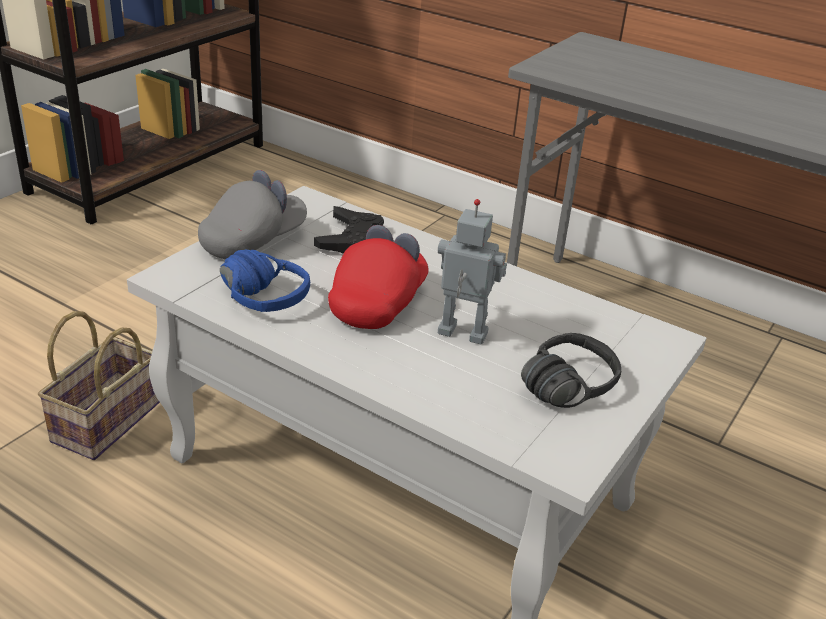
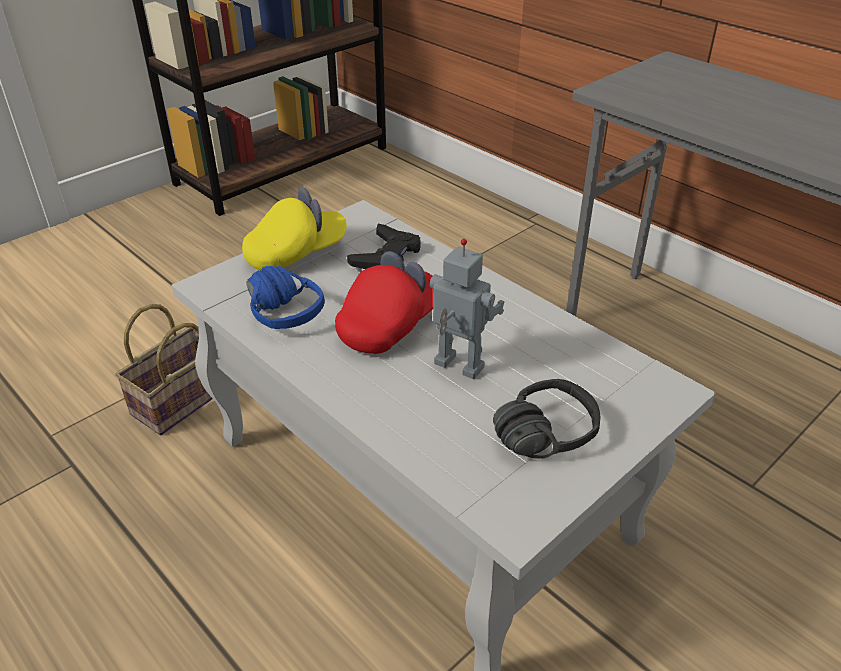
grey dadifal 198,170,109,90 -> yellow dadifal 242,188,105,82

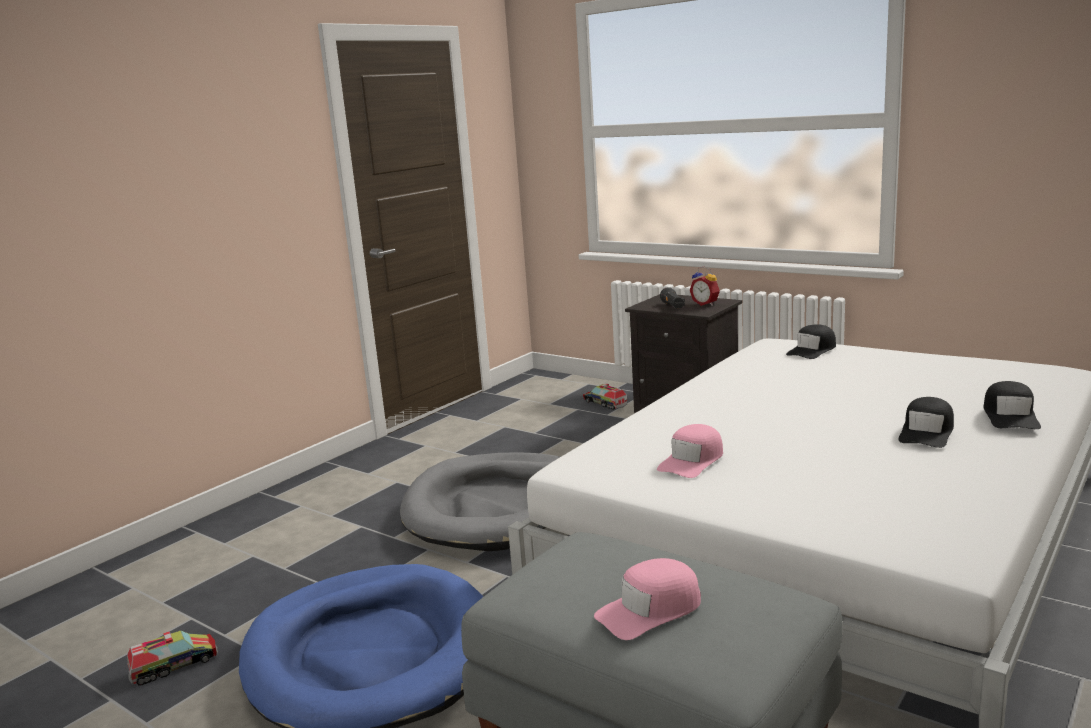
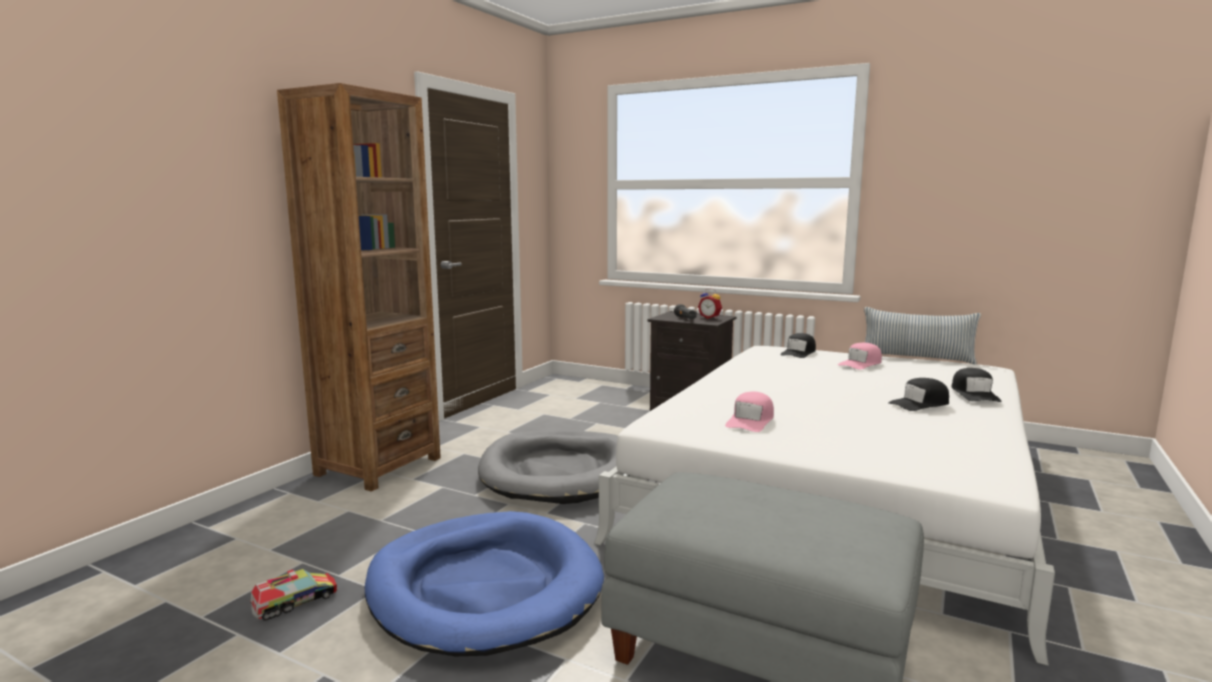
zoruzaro 583,384,44,26 -> none
black dadifal 898,397,56,51 -> black dadifal 888,378,61,33, 45 degrees clockwise
pink dadifal 594,558,107,82 -> pink dadifal 838,343,44,26, move
none -> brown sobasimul 277,83,164,408
none -> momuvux 864,307,117,58

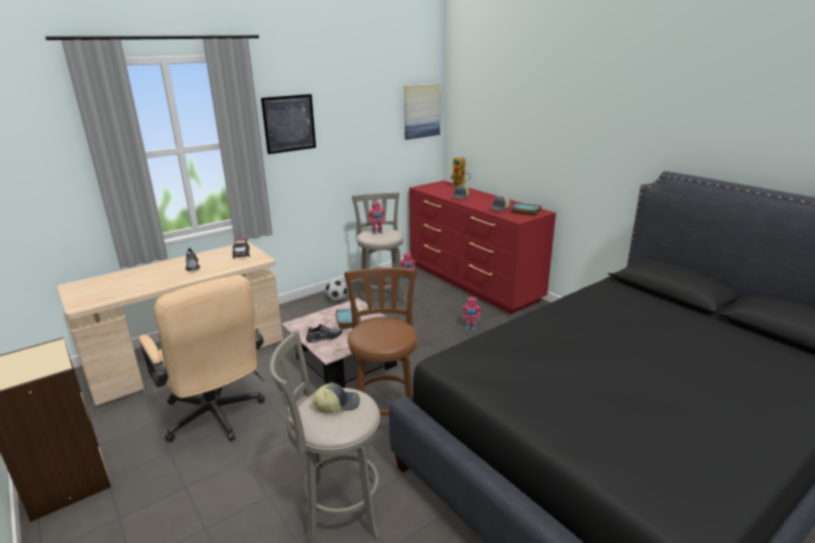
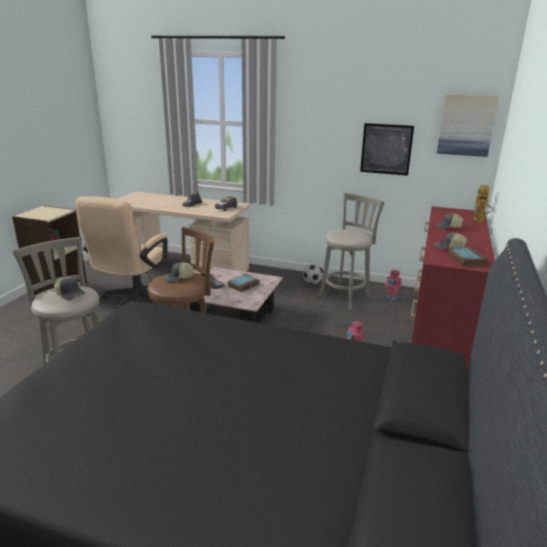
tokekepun 261,94,55,60 -> tokekepun 360,123,54,53, move
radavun 368,202,17,33 -> none
none -> dadifal 163,262,30,20

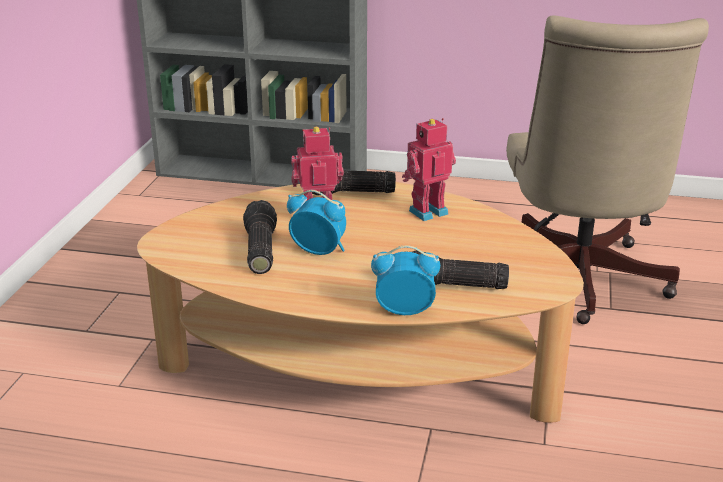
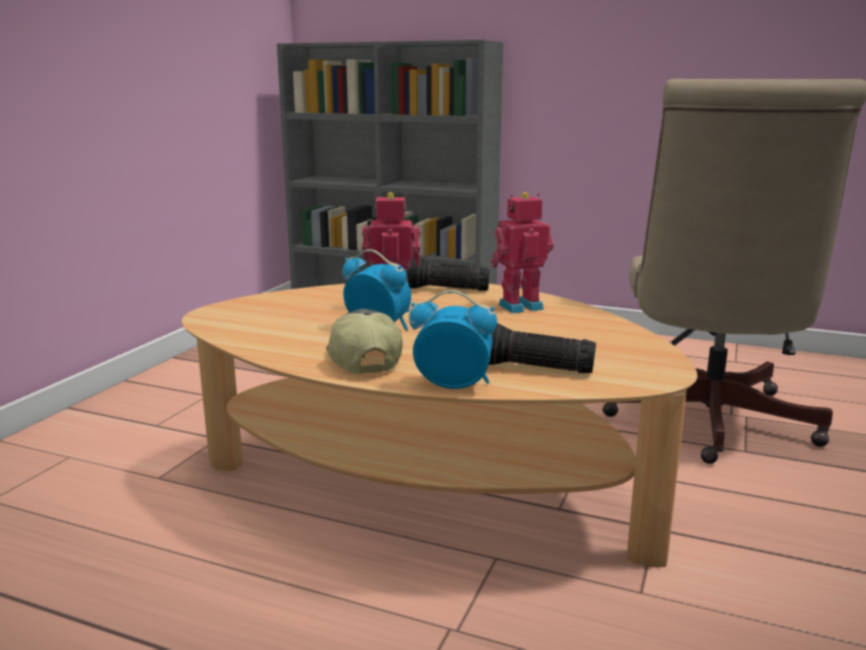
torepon 243,200,34,74 -> none
none -> dadifal 326,309,77,65

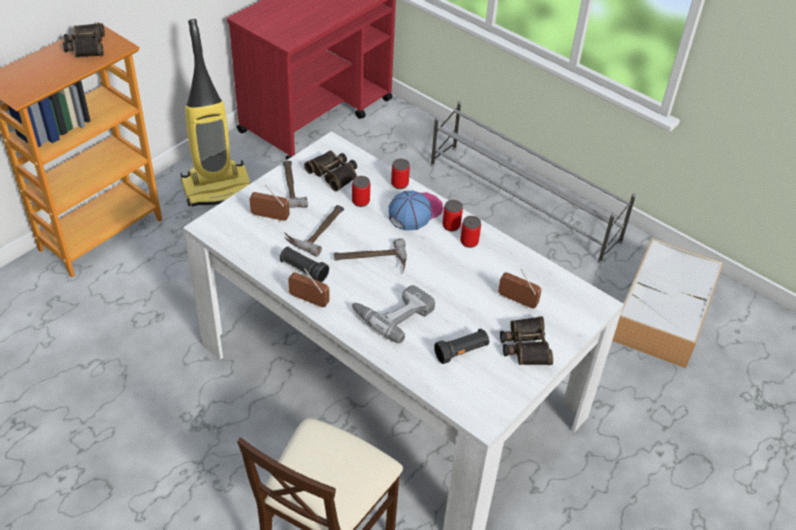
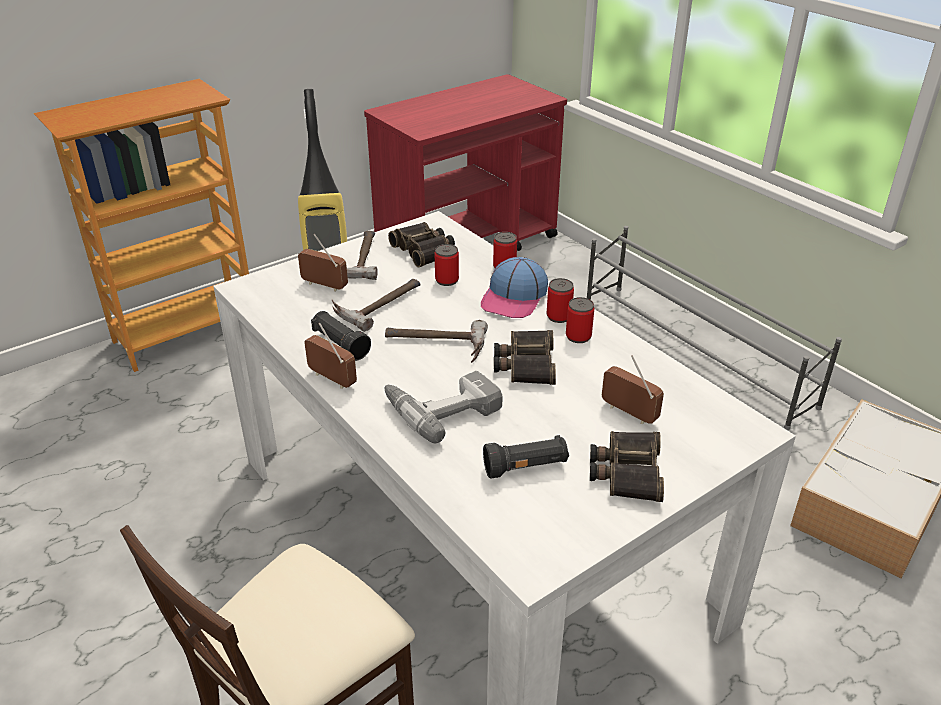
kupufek 63,23,42,34 -> kupufek 494,330,62,55, move
dadifal 389,191,54,40 -> dadifal 481,257,67,61, 150 degrees clockwise

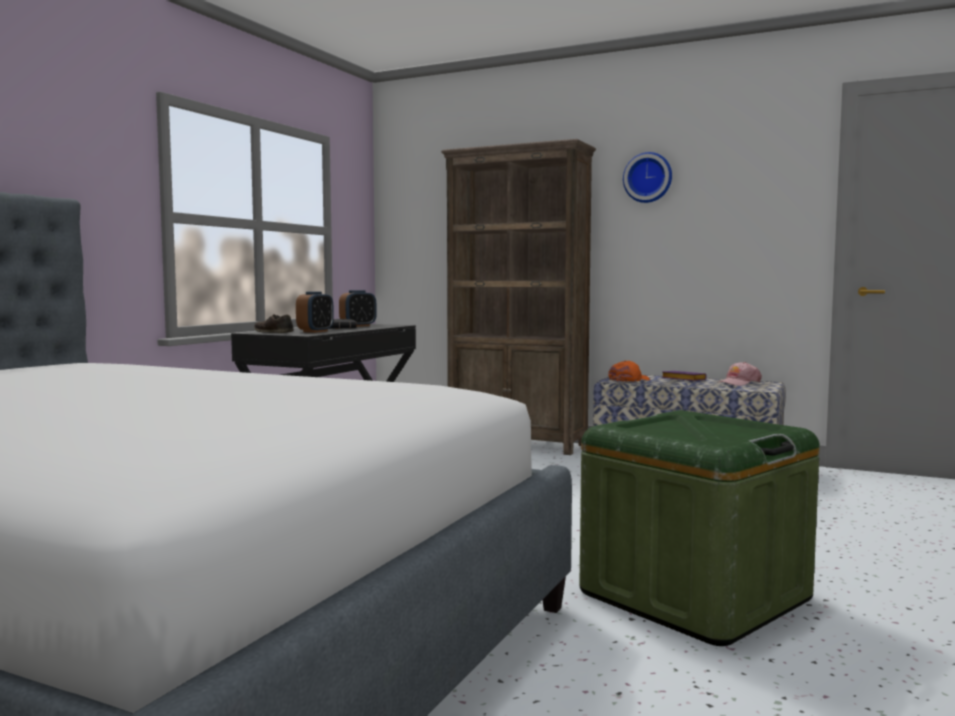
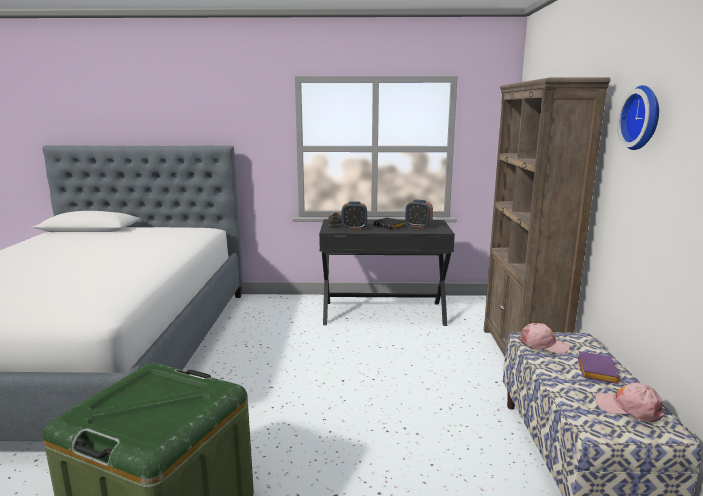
orange dadifal 608,361,42,21 -> pink dadifal 519,323,51,31

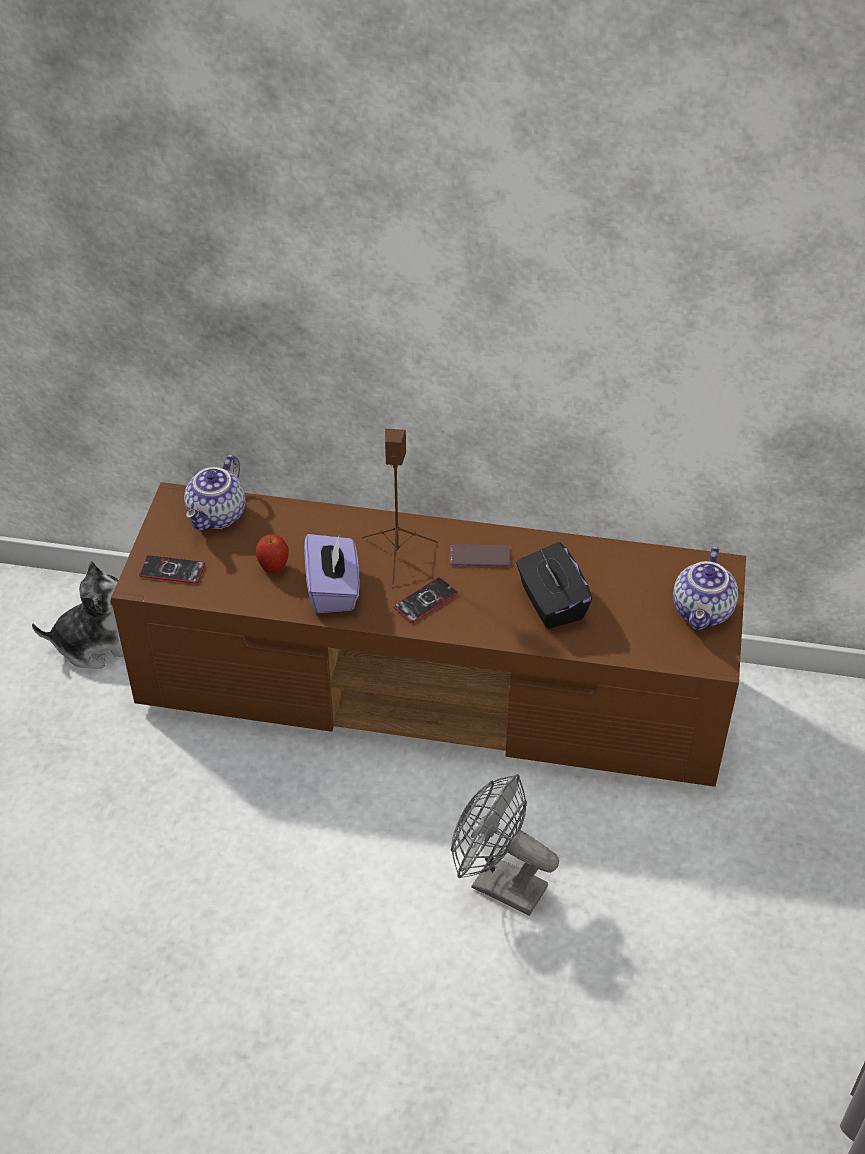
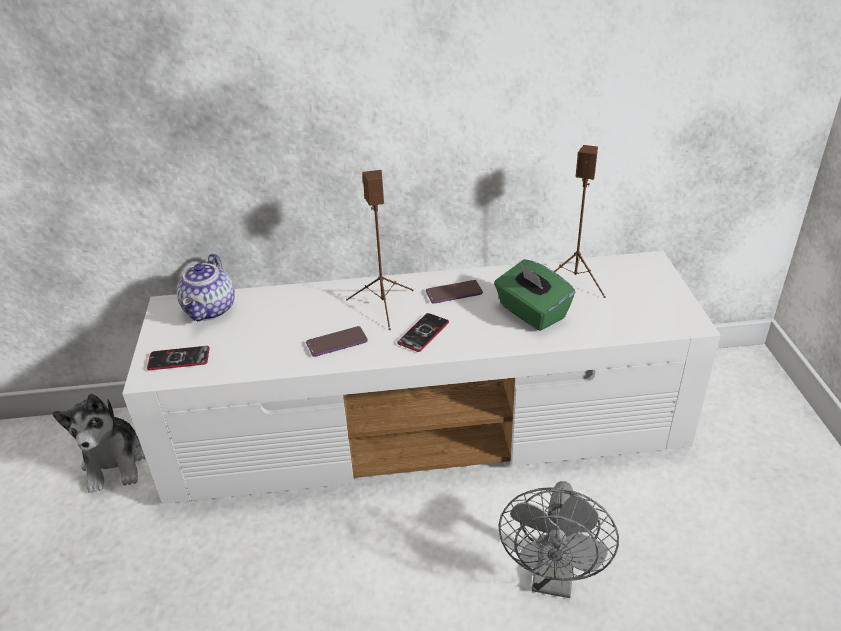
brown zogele 111,482,635,305 -> white zogele 122,251,599,253
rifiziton 256,534,33,39 -> none
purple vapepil 304,534,56,79 -> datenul 306,326,62,31
black vapepil 516,542,76,87 -> green vapepil 494,259,81,72
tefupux 673,546,65,84 -> none
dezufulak 32,561,92,108 -> dezufulak 52,393,93,100, 105 degrees clockwise
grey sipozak 451,774,108,142 -> grey sipozak 498,481,121,117, 90 degrees counterclockwise
none -> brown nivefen 554,145,52,153

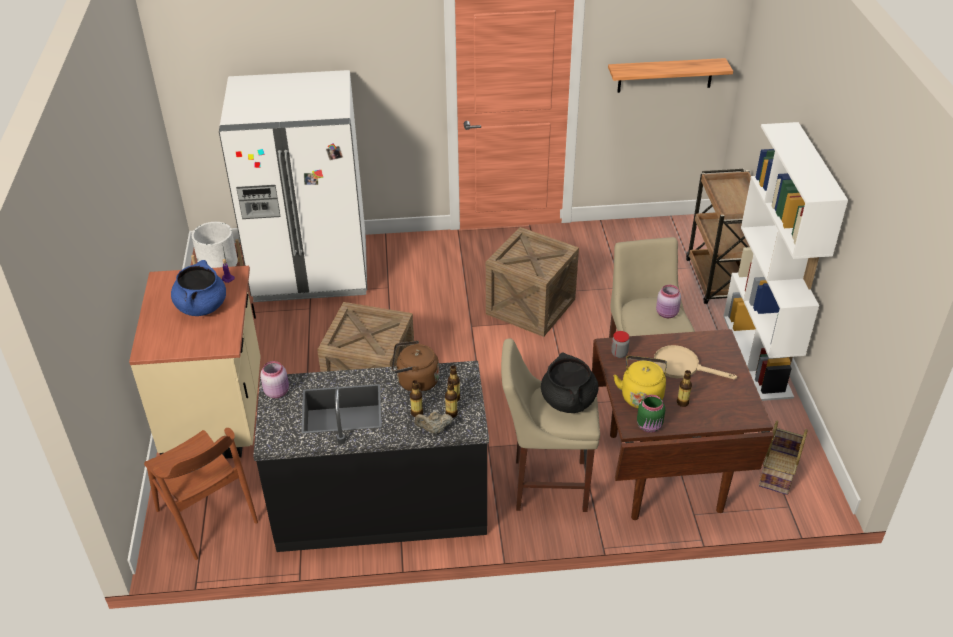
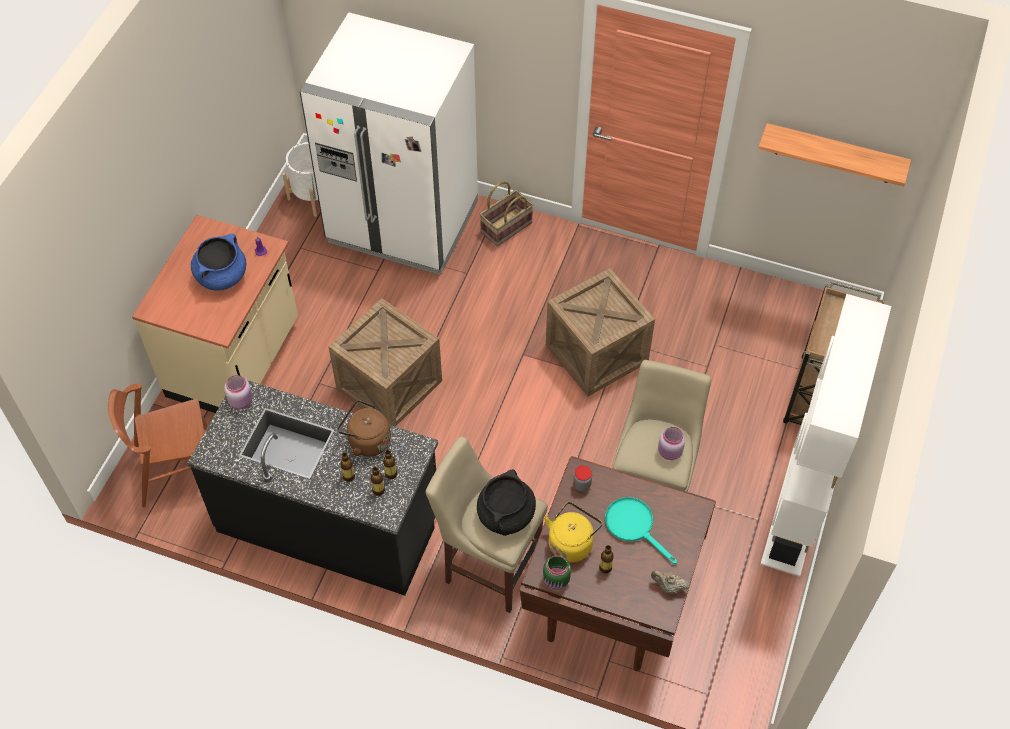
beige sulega 654,345,83,34 -> turquoise sulega 605,497,72,67
beige tefupux 415,411,38,23 -> beige tefupux 651,571,38,23, move
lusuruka 759,421,49,74 -> lusuruka 479,181,54,65, move
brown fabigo 144,428,114,132 -> brown fabigo 108,383,100,124, 90 degrees clockwise

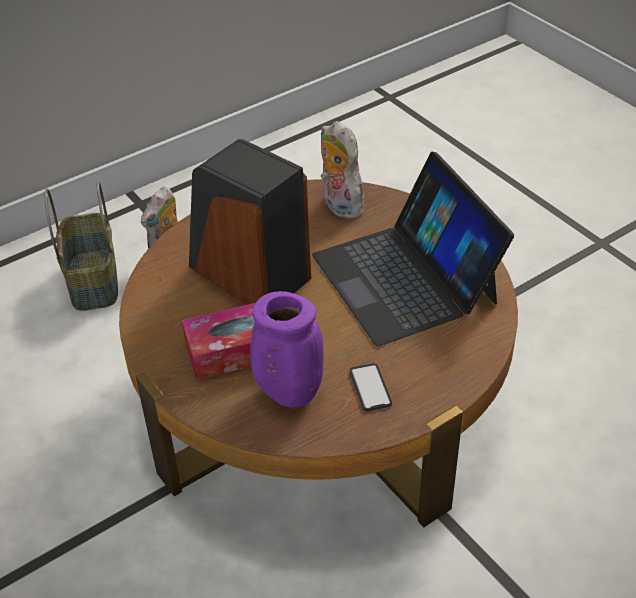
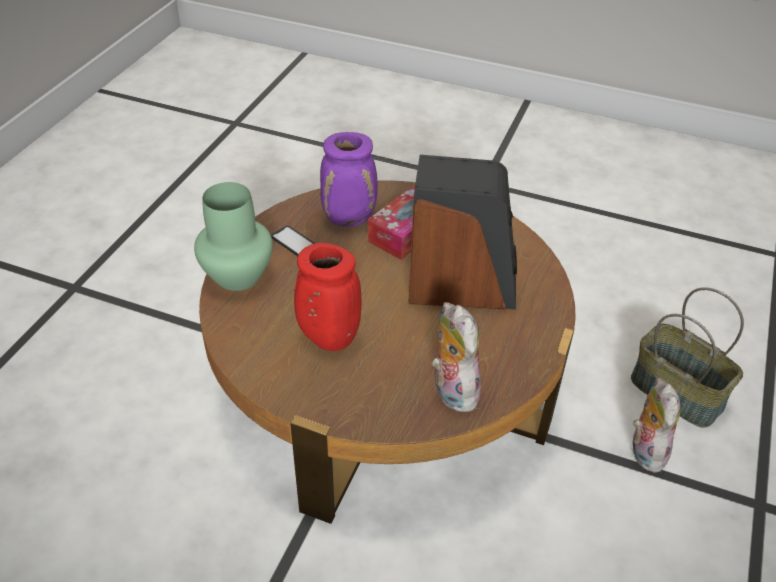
dezufulak 321,121,43,98 -> dezufulak 431,302,51,110, 135 degrees counterclockwise
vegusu 312,152,202,194 -> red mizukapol 294,243,67,108
none -> green mizukapol 194,182,79,109

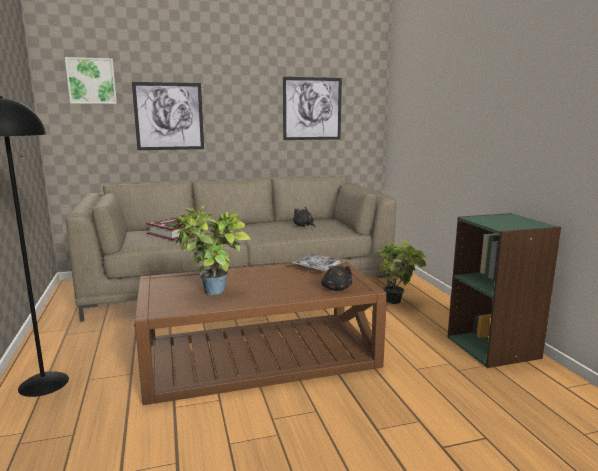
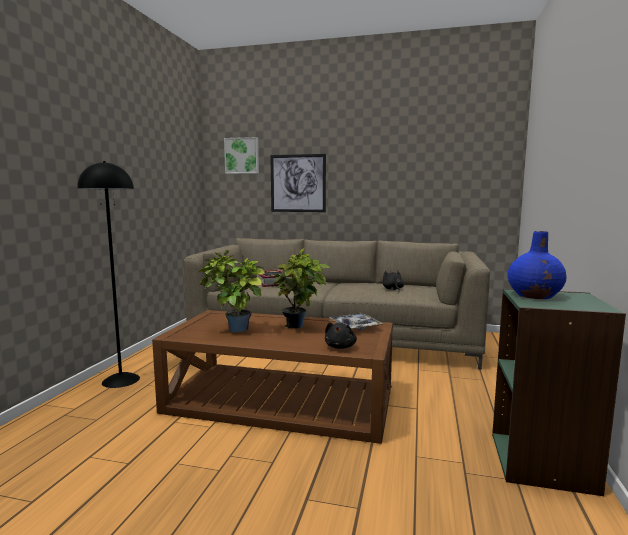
tokekepun 283,77,59,63 -> none
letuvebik 376,239,51,65 -> letuvebik 274,248,56,81, move
none -> blue mizukapol 507,231,60,68

